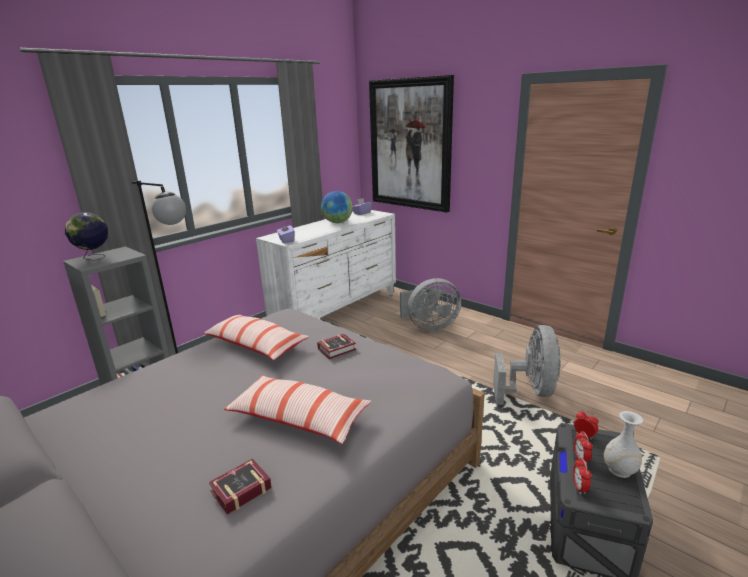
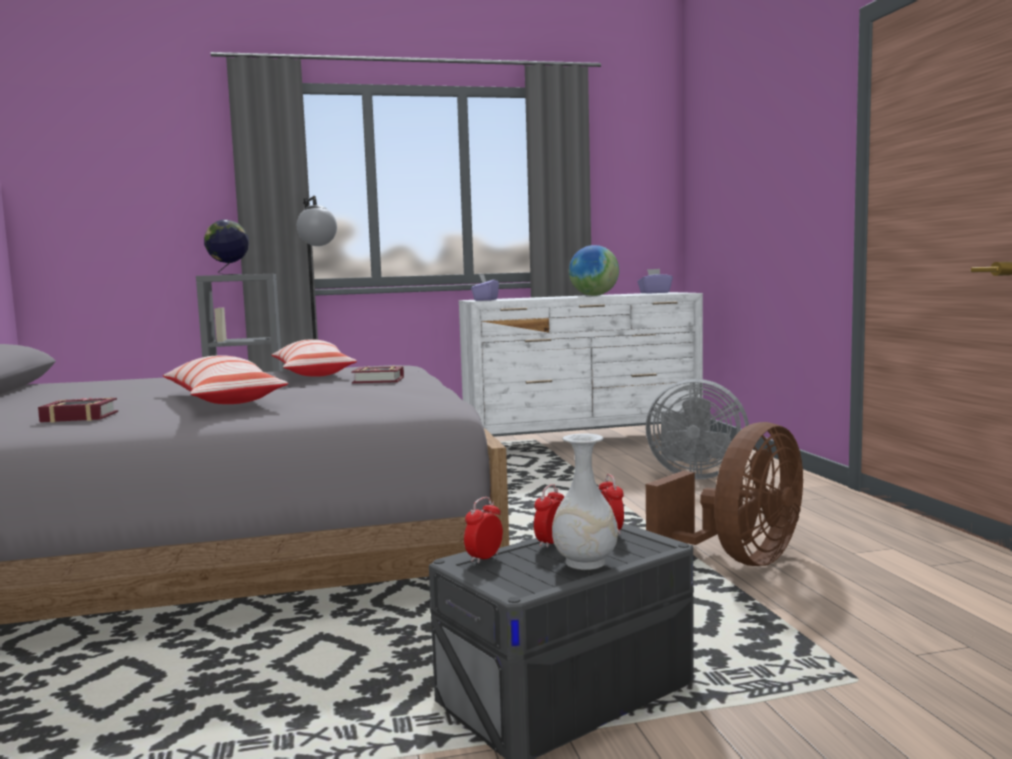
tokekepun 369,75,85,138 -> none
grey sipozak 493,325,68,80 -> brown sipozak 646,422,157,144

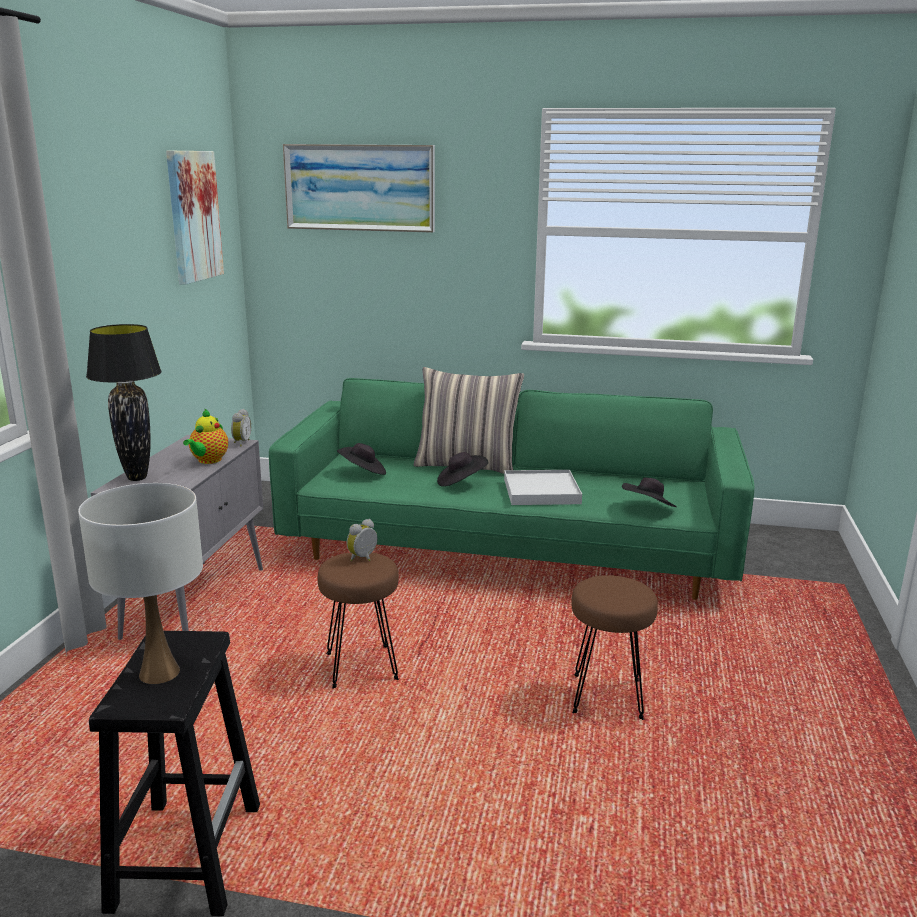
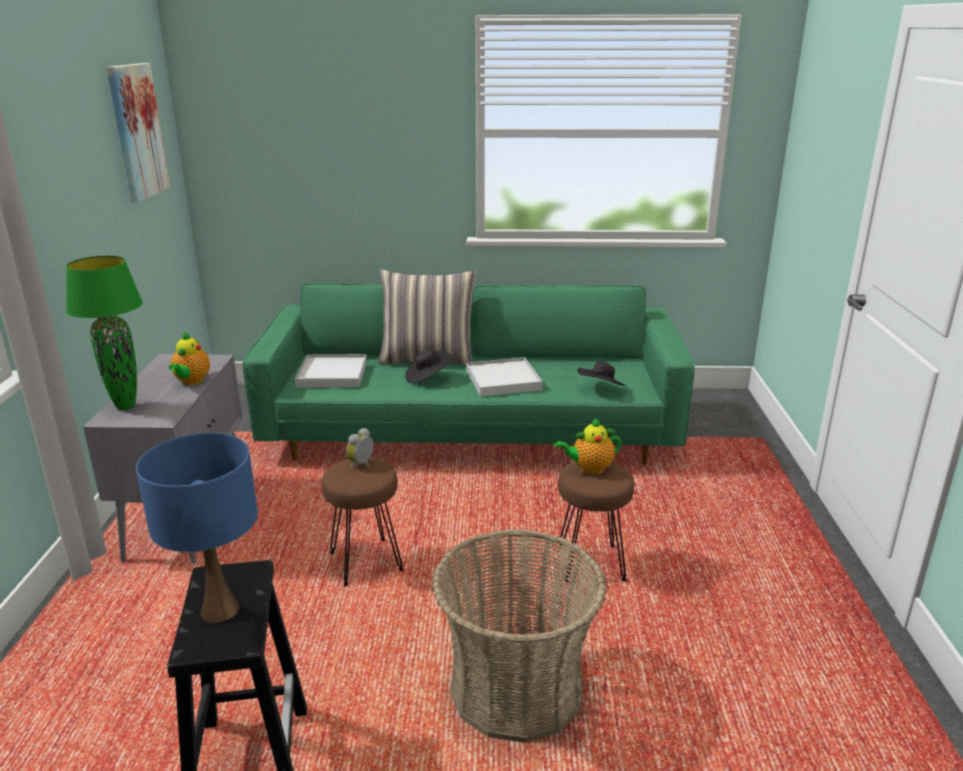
tokekepun 283,144,152,89 -> none
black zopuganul 86,324,75,157 -> green zopuganul 66,256,77,154
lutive 231,409,20,38 -> none
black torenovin 337,443,49,32 -> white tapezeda 295,354,72,34
white zopuganul 78,483,125,201 -> blue zopuganul 136,433,122,190
none -> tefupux 554,418,67,56
none -> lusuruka 432,529,175,214

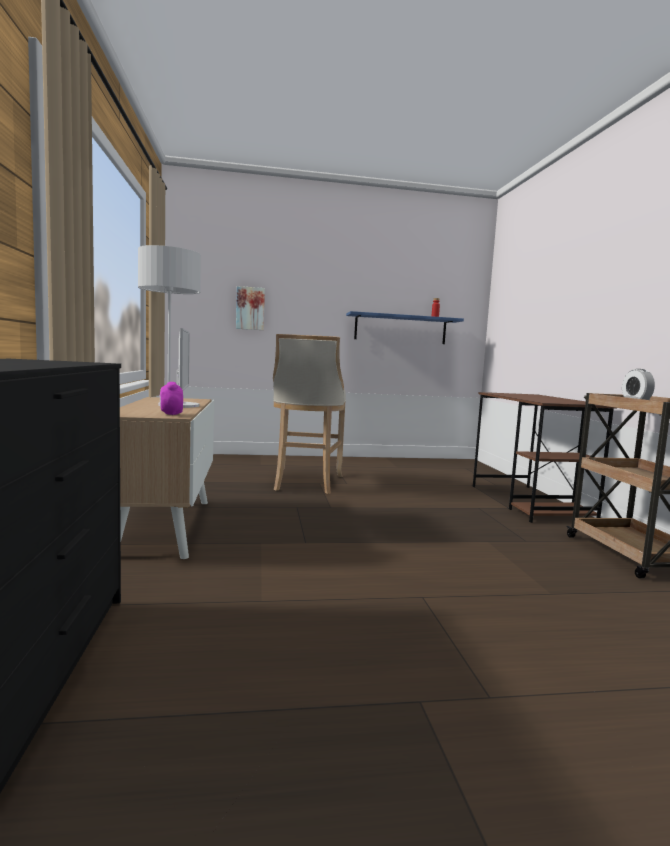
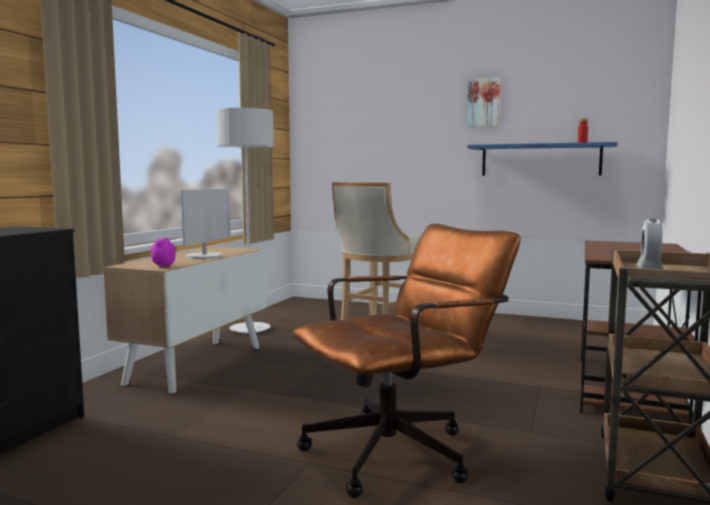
tokekepun 236,286,29,44 -> tokekepun 467,77,33,50, move
none -> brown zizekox 293,224,228,274

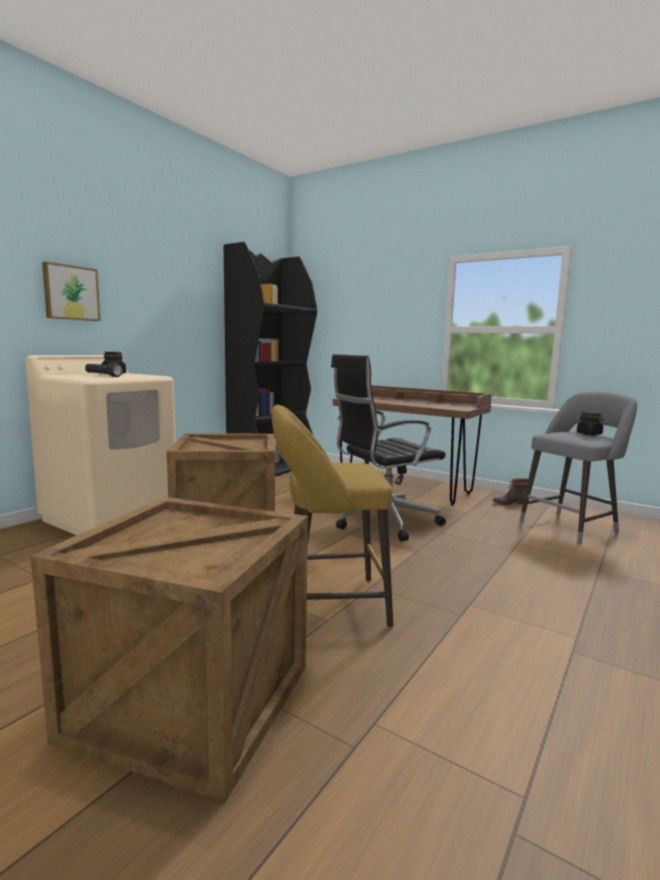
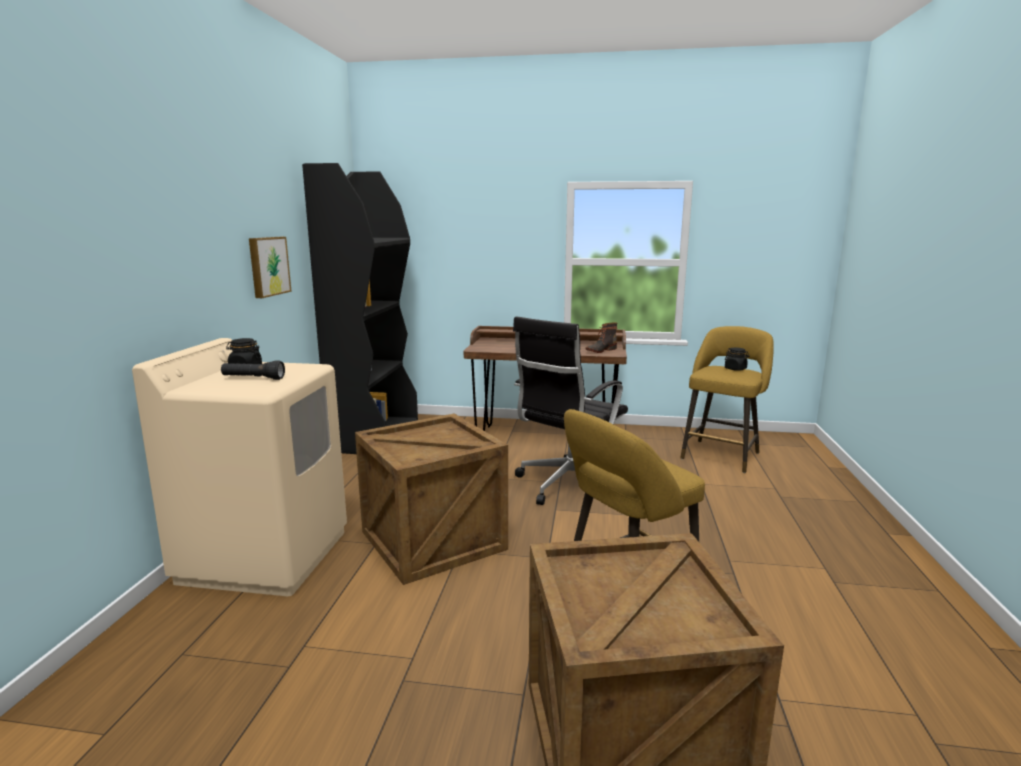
tokekepun 42,262,58,59 -> tokekepun 249,237,43,61, move
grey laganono 519,391,118,154 -> yellow laganono 680,326,94,147
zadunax 493,478,35,28 -> zadunax 585,322,32,31, move

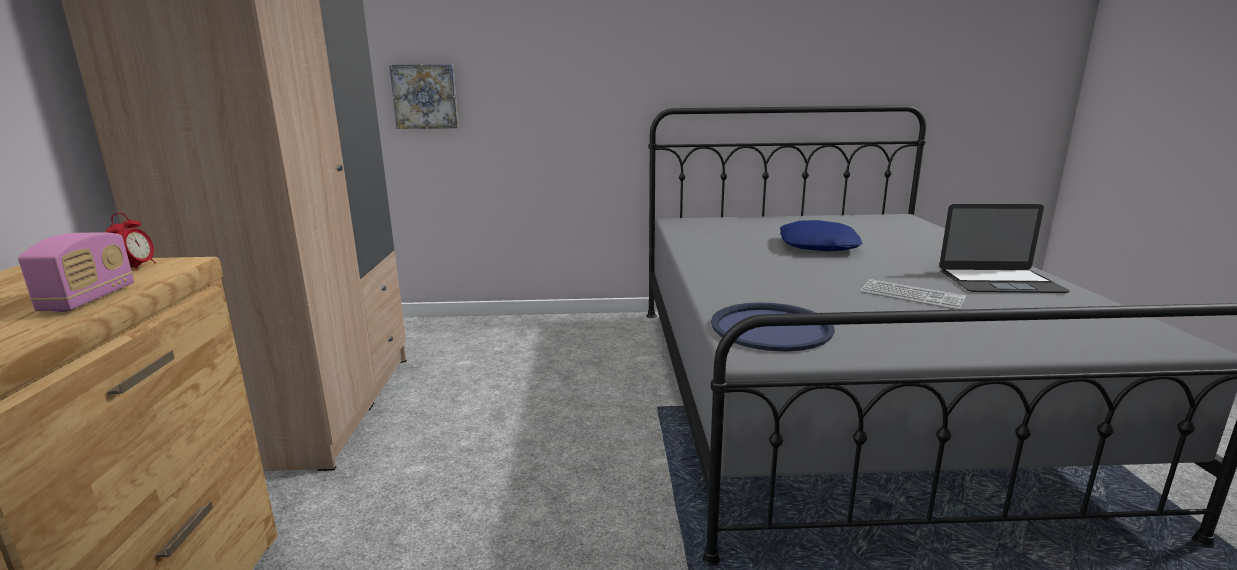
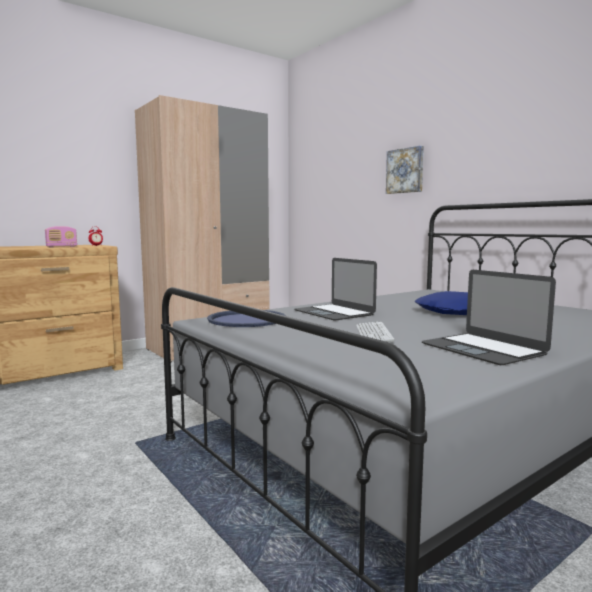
tokekepun 389,64,70,65 -> tokekepun 386,146,38,48, move
none -> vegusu 294,258,83,62

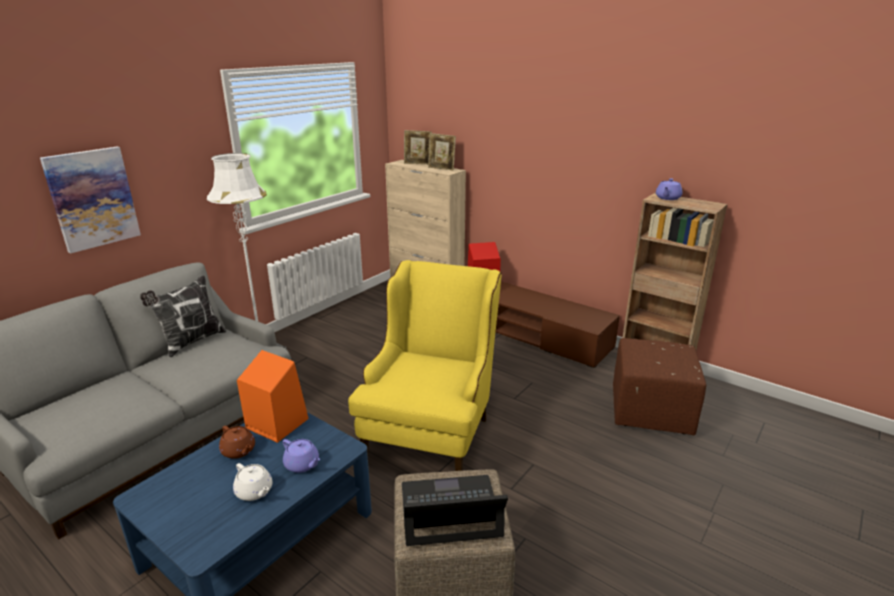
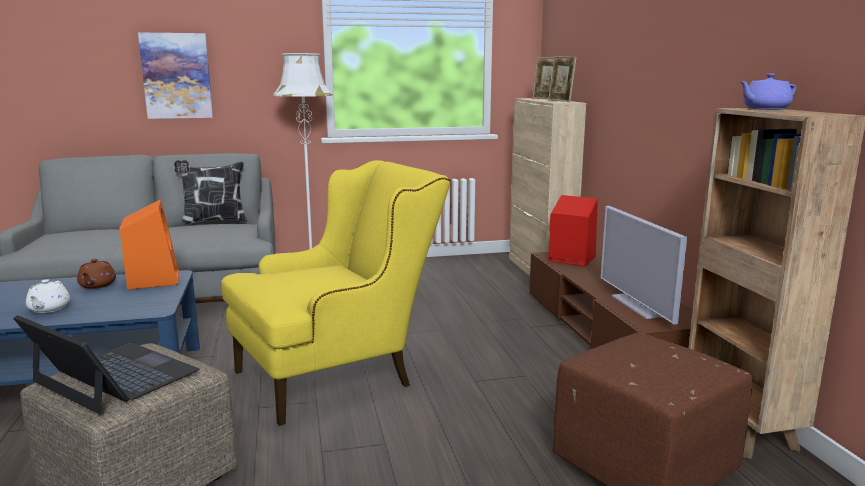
purple tefupux 283,439,37,34 -> none
none -> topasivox 601,206,86,118

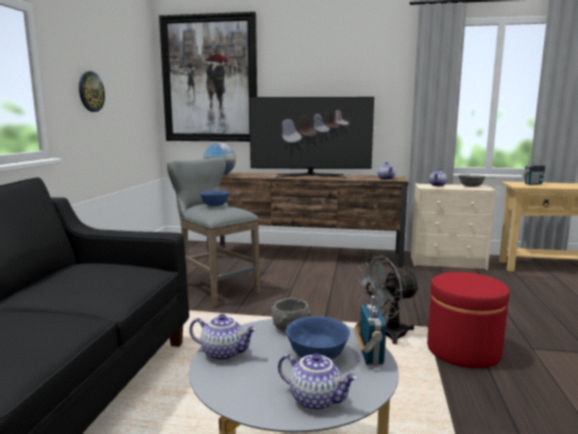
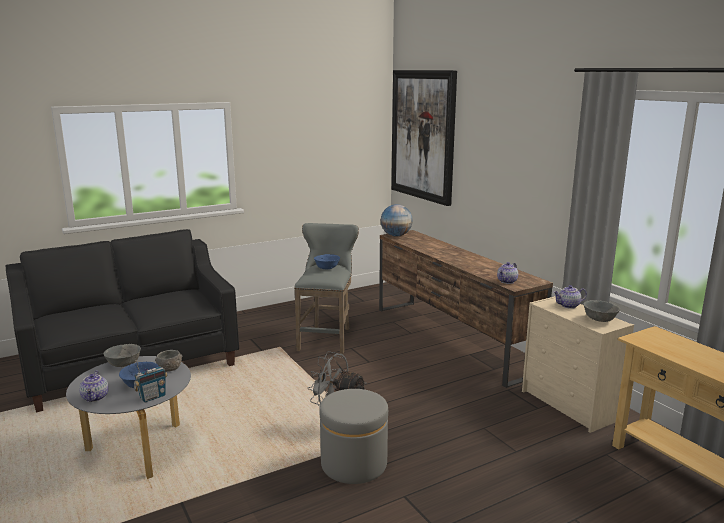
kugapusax 79,71,26,41 -> none
topasivox 249,97,125,81 -> none
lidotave 522,155,24,30 -> none
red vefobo 427,272,83,96 -> grey vefobo 319,389,69,95
tefupux 189,314,68,47 -> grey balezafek 103,344,38,23

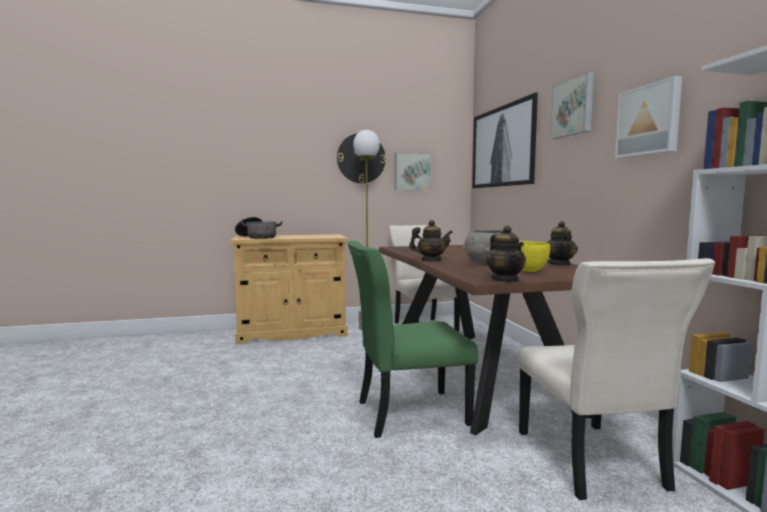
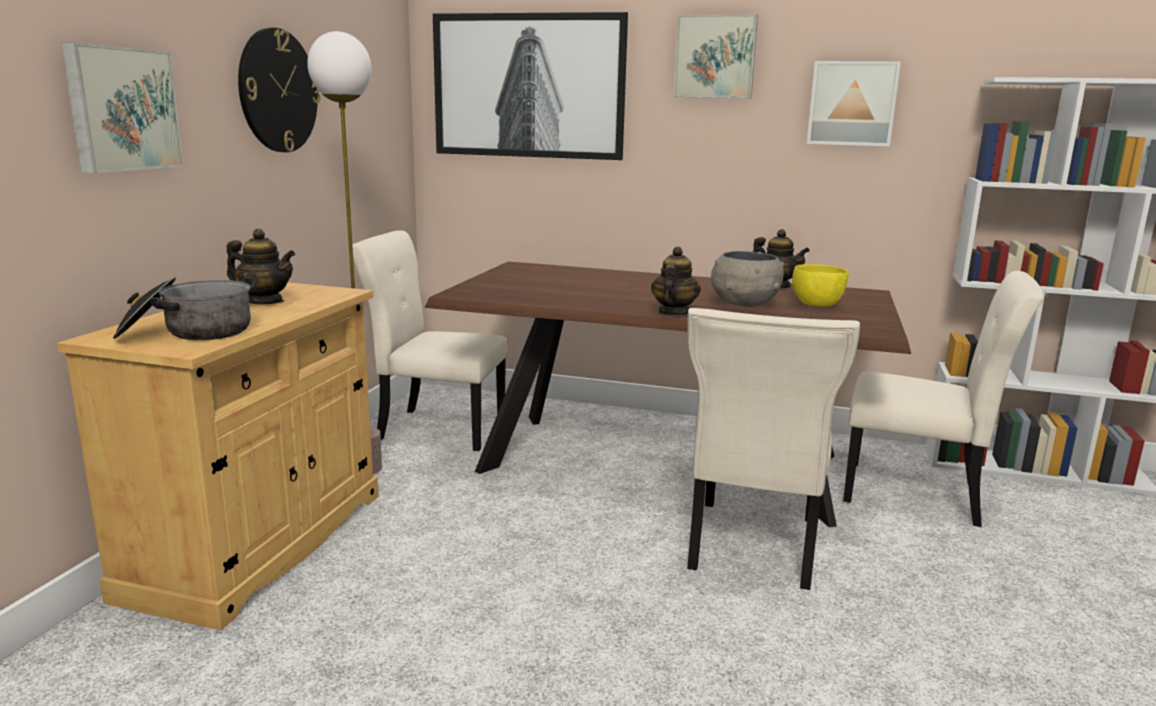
tokekepun 395,152,37,39 -> tokekepun 61,42,123,131, move
tefupux 486,225,40,57 -> tefupux 227,229,68,75, move
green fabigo 347,241,131,197 -> beige fabigo 687,308,173,282

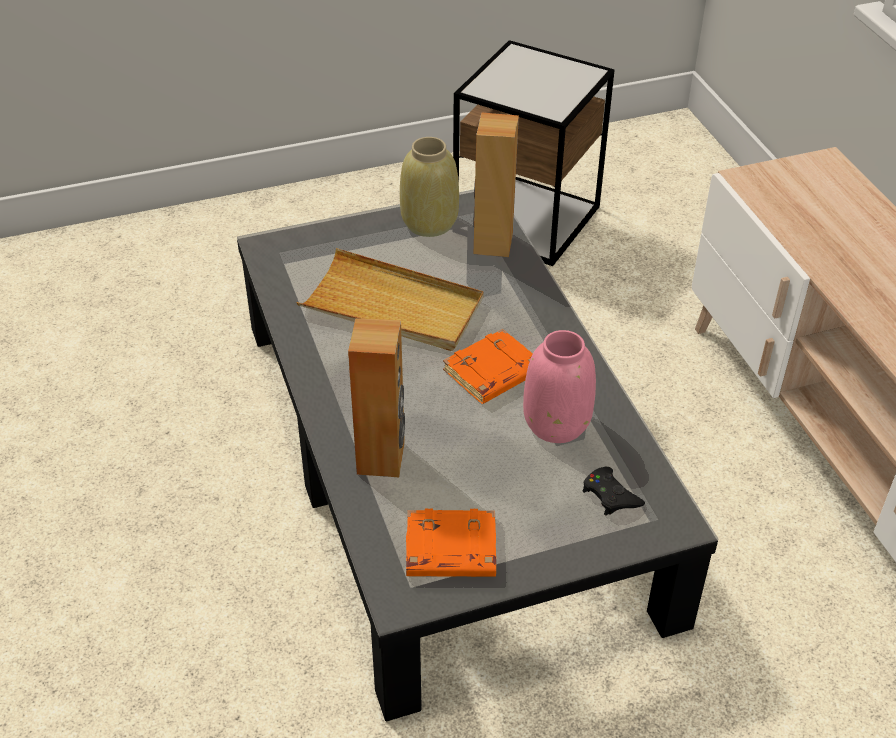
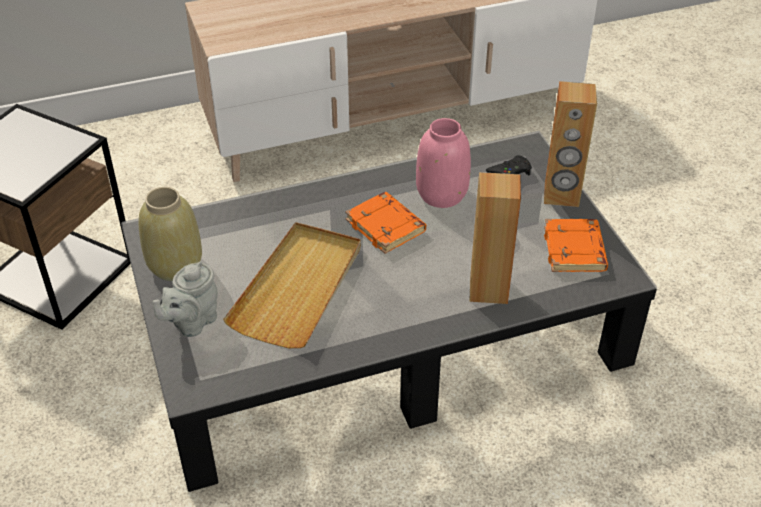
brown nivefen 473,112,46,145 -> brown nivefen 544,81,53,126, move
none -> grey tefupux 153,261,65,76

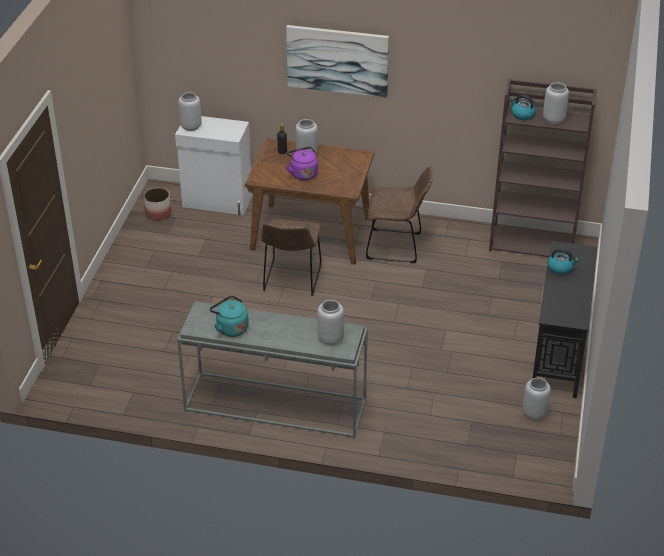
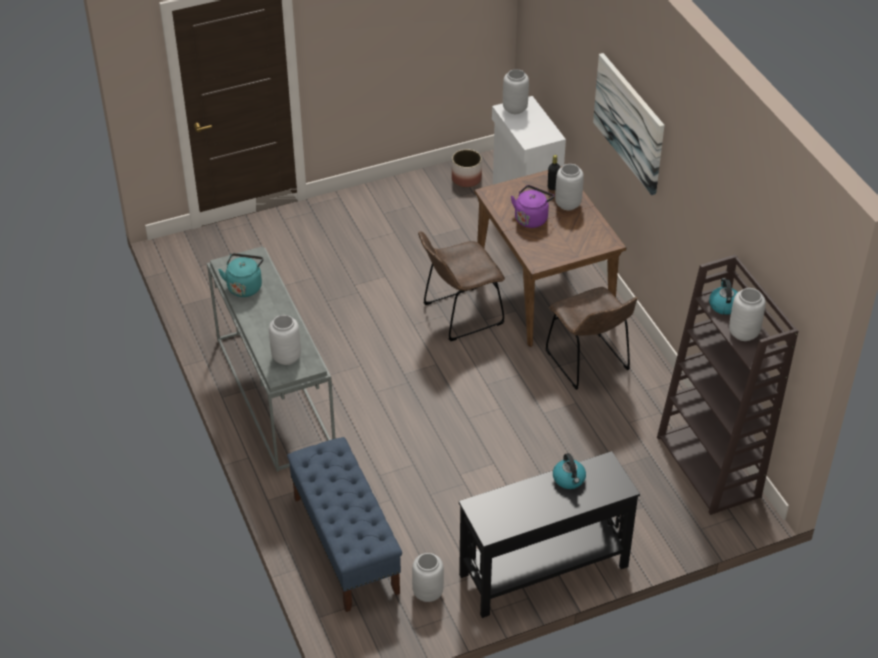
none -> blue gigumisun 287,437,115,175

